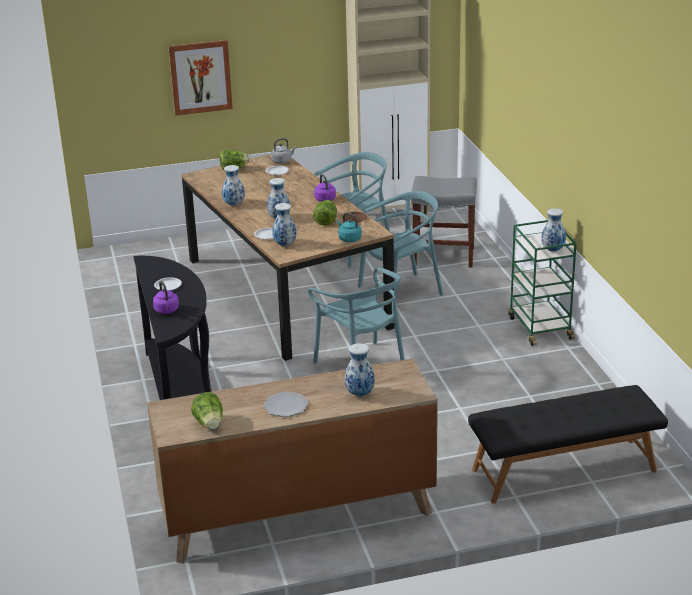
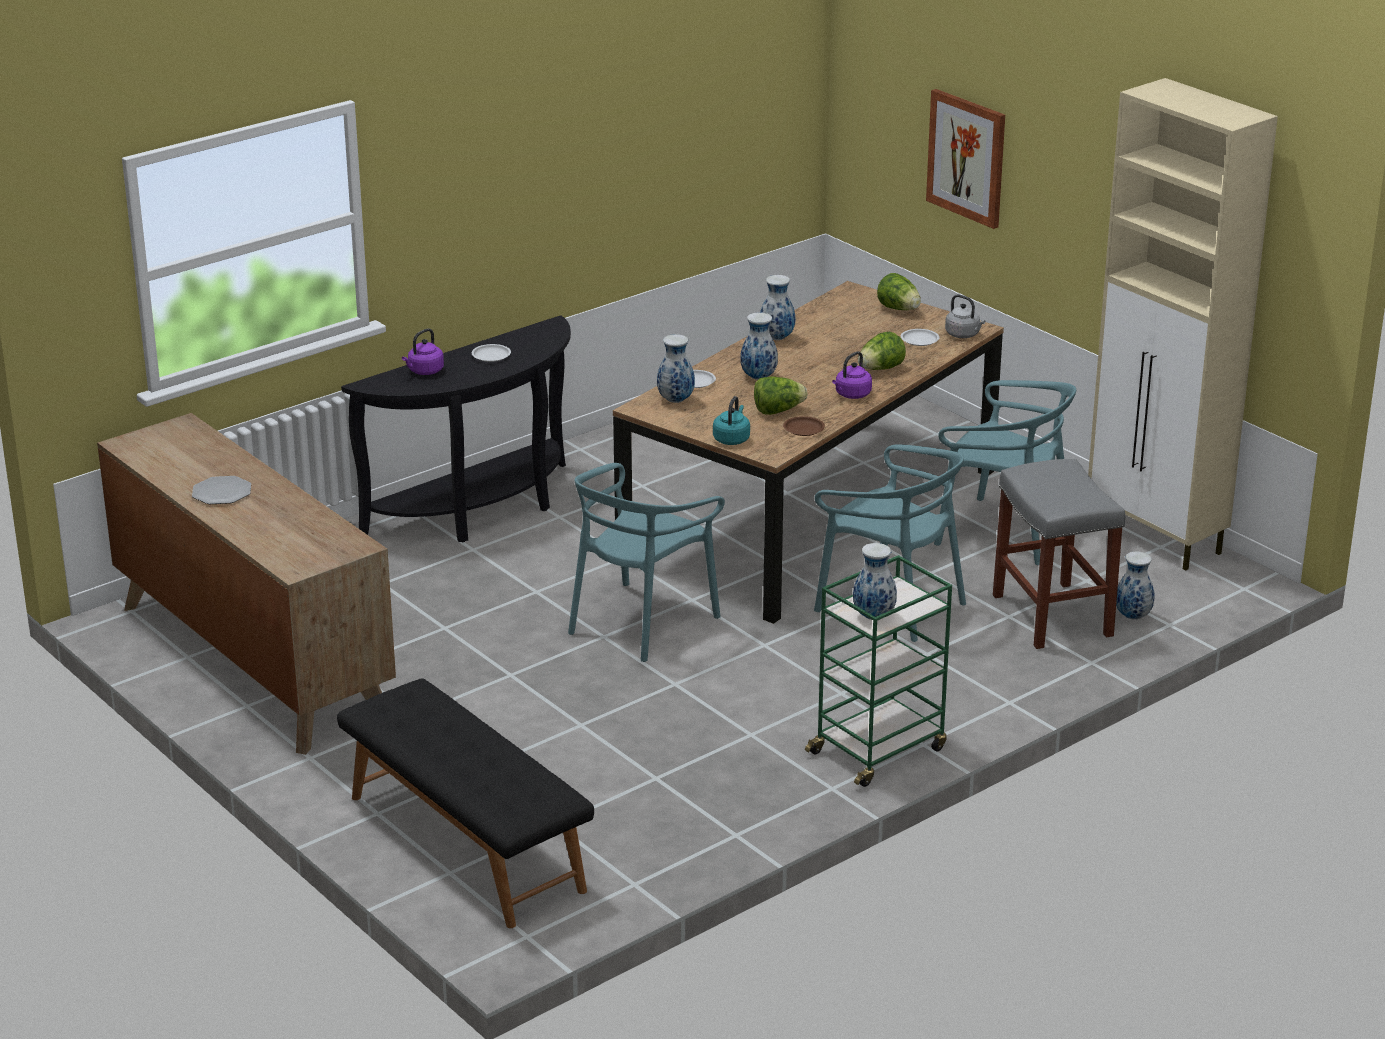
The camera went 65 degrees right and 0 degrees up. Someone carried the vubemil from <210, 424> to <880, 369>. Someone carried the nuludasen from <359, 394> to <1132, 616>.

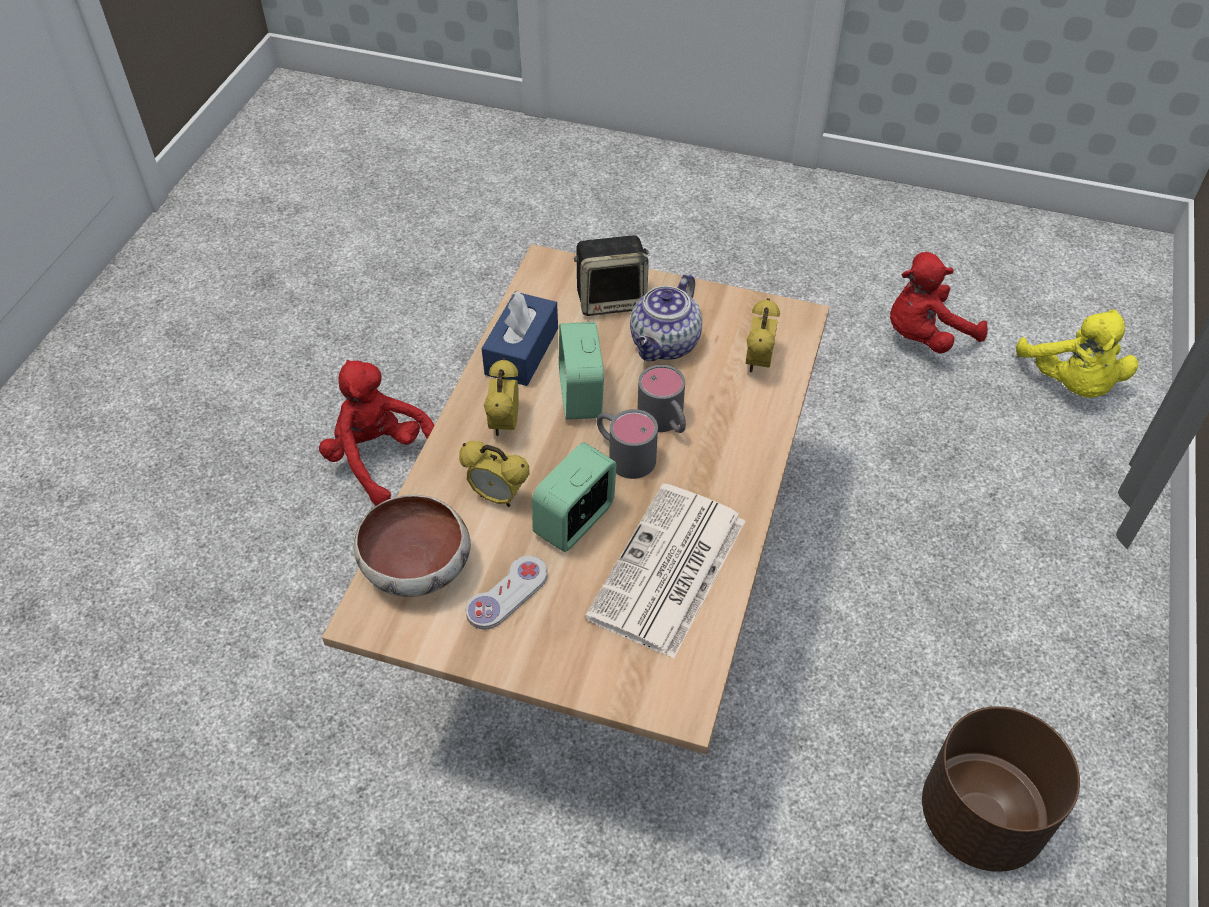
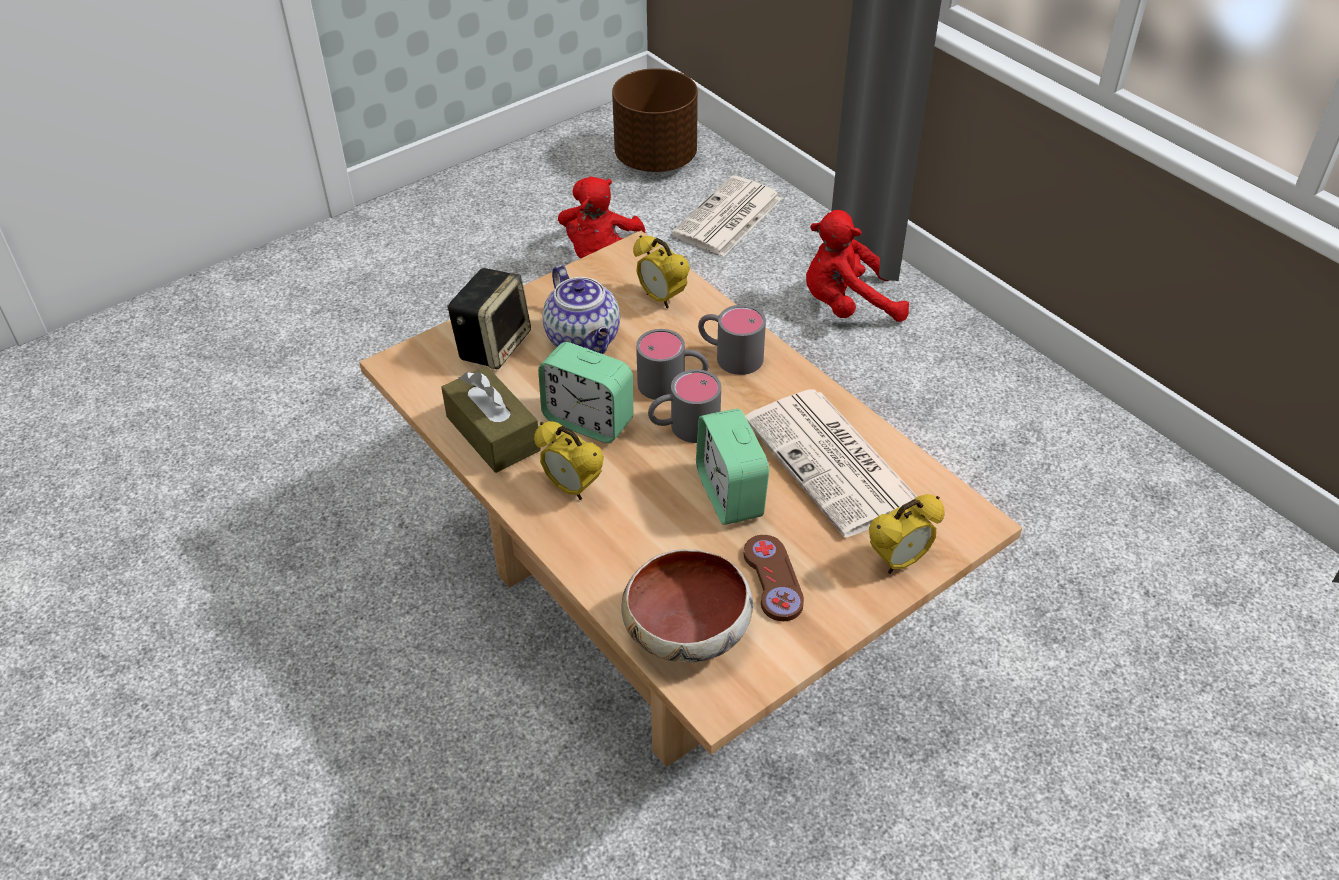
The camera went 55 degrees left and 5 degrees down. Someone carried the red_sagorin from <381, 459> to <847, 305>. Someone carried the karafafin from <498, 497> to <899, 561>. Someone repainted the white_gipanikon at <507, 594>, which became the brown_gipanikon at <773, 579>. Someone repainted the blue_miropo at <522, 351>, which became the brown_miropo at <493, 433>. Someone carried the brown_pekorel from <980, 816> to <655, 159>. Someone swapped the yellow_sagorin at <1070, 384> for the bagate at <727, 218>. Someone put down the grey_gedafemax at <729, 355>.

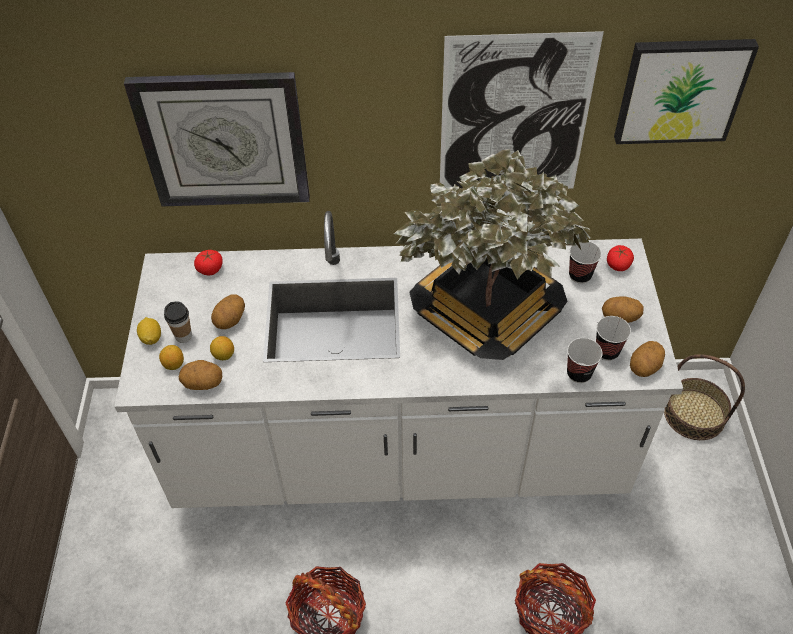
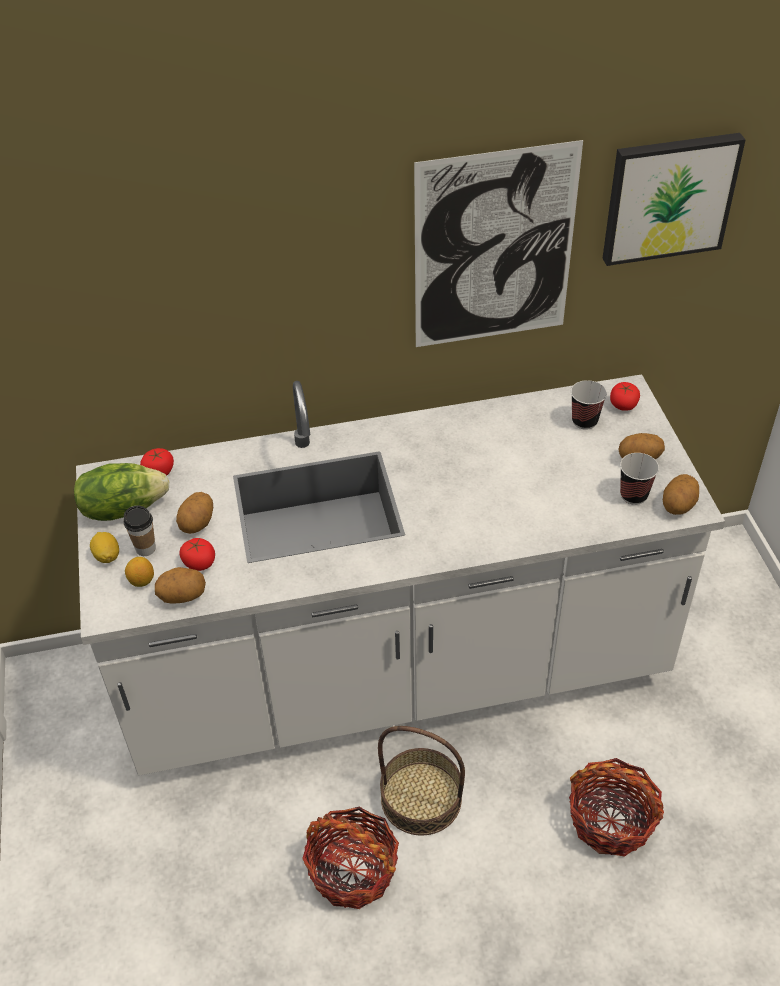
The camera went 10 degrees left and 5 degrees down. Someone took away the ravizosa at <224, 140>. Someone swapped the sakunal at <224, 355> for the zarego at <199, 562>. Someone took away the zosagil at <487, 312>. Someone took away the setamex at <579, 373>. Someone carried the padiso from <694, 414> to <421, 798>. Someone put down the vubemil at <123, 508>.

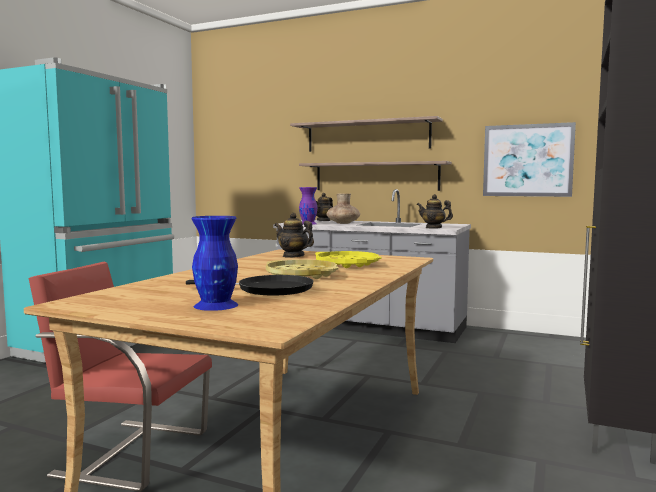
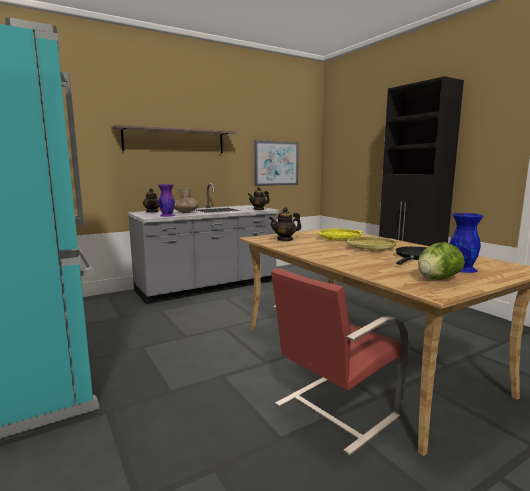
The camera went 55 degrees left and 5 degrees up. Someone took away the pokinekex at <376, 176>. Someone put down the vubemil at <437, 279>.

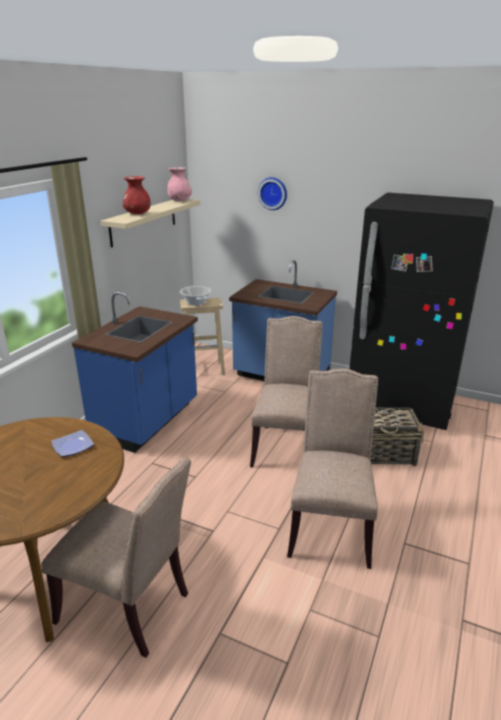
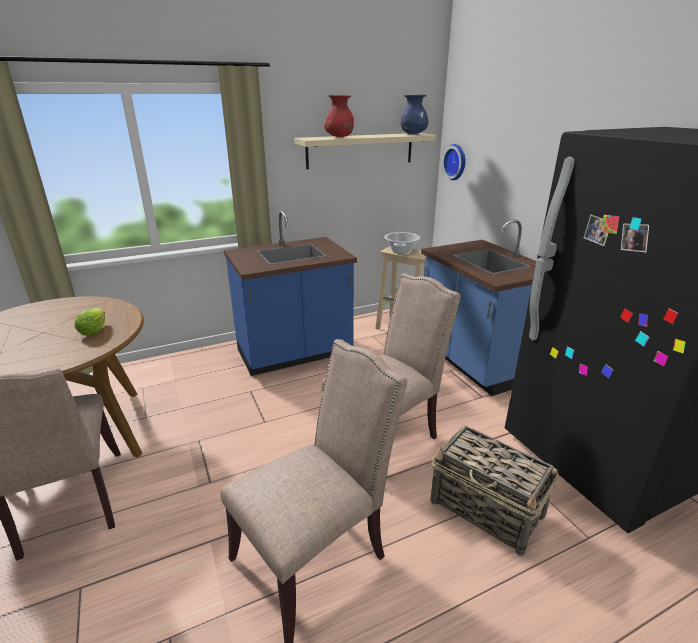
The camera went 40 degrees right and 0 degrees up. Someone swapped the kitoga at <72, 446> for the vubemil at <95, 330>. Someone repainted the pink_nuludasen at <179, 200>, which became the blue_nuludasen at <413, 134>. Someone carried the ravizosa from <273, 193> to <456, 162>.

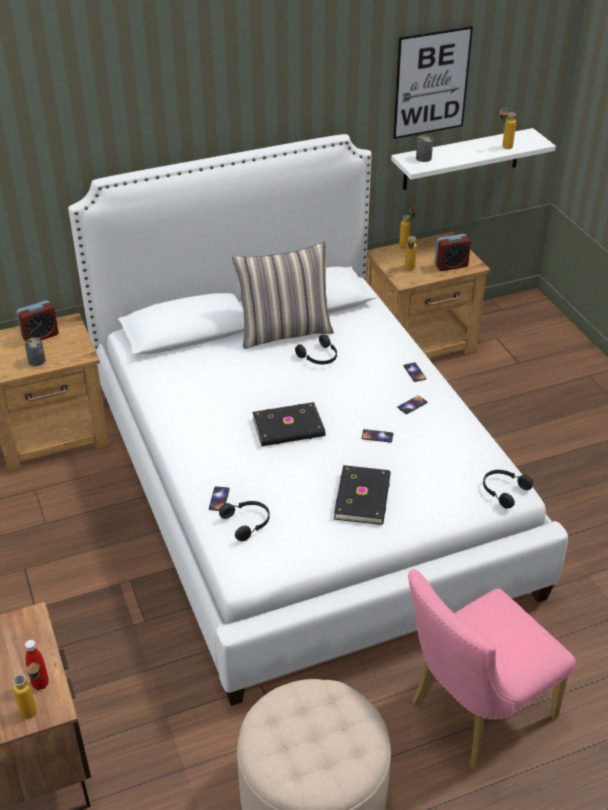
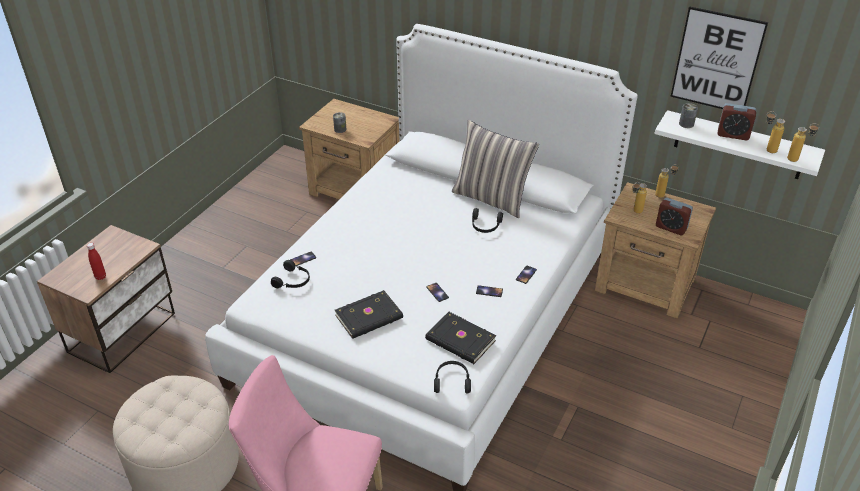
The camera went 50 degrees right and 0 degrees up. Someone carried the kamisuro from <35, 708> to <797, 159>. Someone carried the karafafin from <40, 336> to <733, 135>. Someone carried the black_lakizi from <289, 428> to <460, 341>.

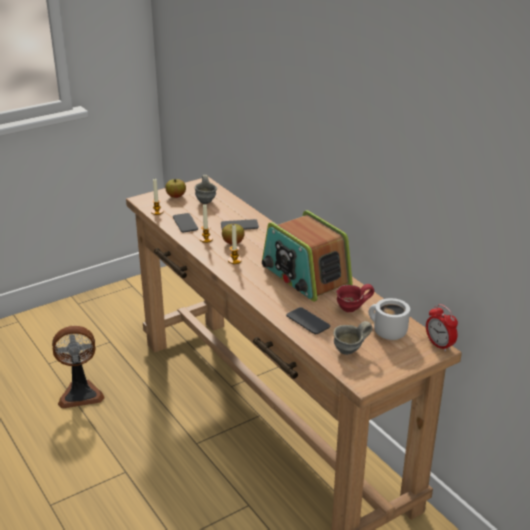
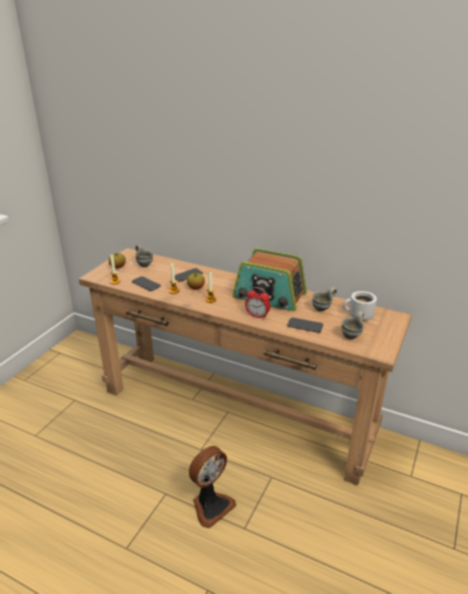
The camera went 30 degrees left and 0 degrees up. Someone carried the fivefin from <81, 393> to <211, 505>. Someone repainted the red_gedafemax at <352, 310>, which became the grey_gedafemax at <323, 309>. Someone carried the karafafin from <439, 345> to <257, 316>.

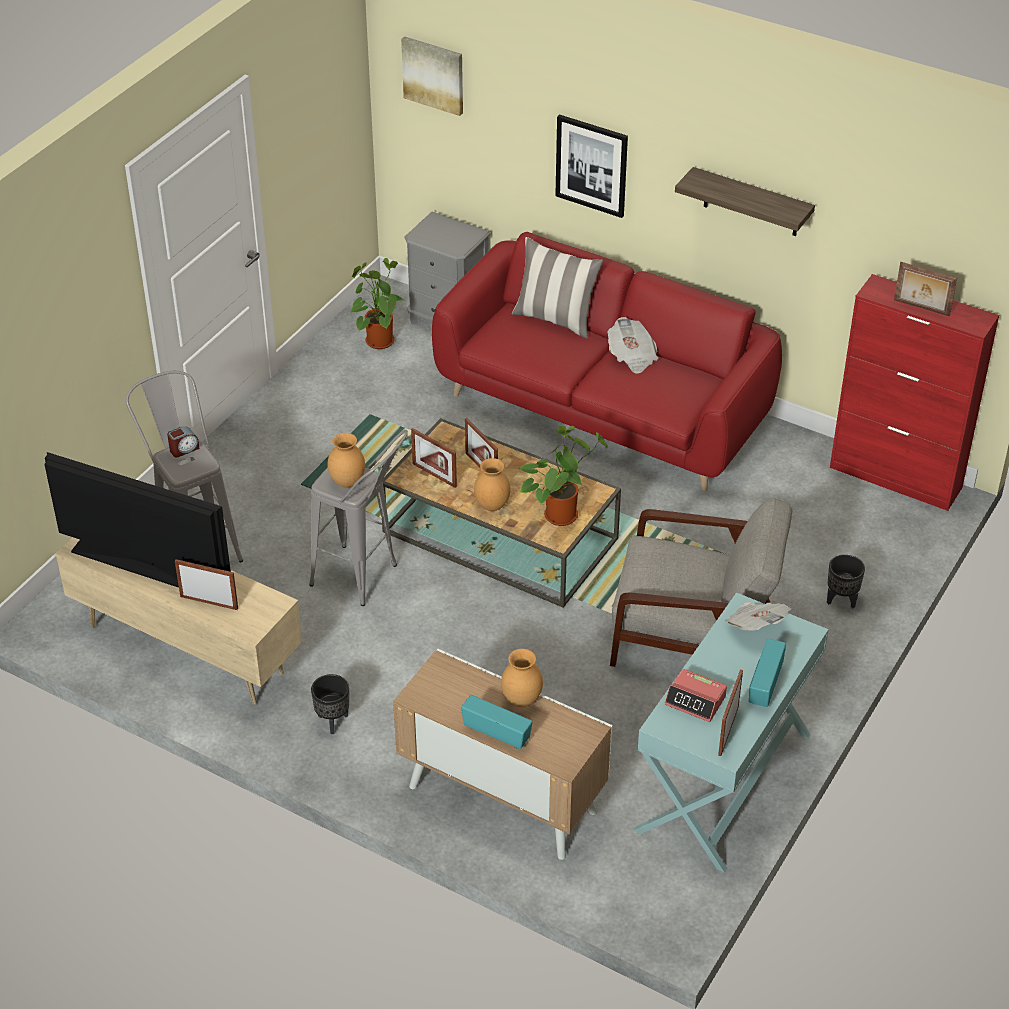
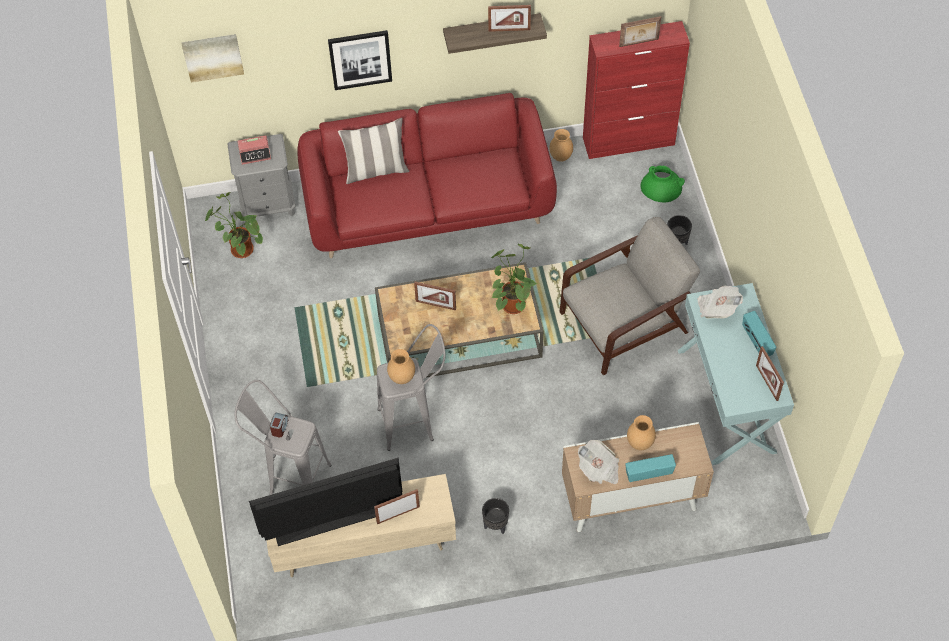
The camera went 40 degrees left and 15 degrees up. Someone carried the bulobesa from <434, 475> to <509, 30>. Someone carried the brown_nuludasen from <491, 505> to <560, 157>. Someone carried the bagate from <632, 357> to <599, 469>. Someone carried the karafafin from <695, 700> to <255, 153>. Someone put down the green_nuludasen at <661, 187>.

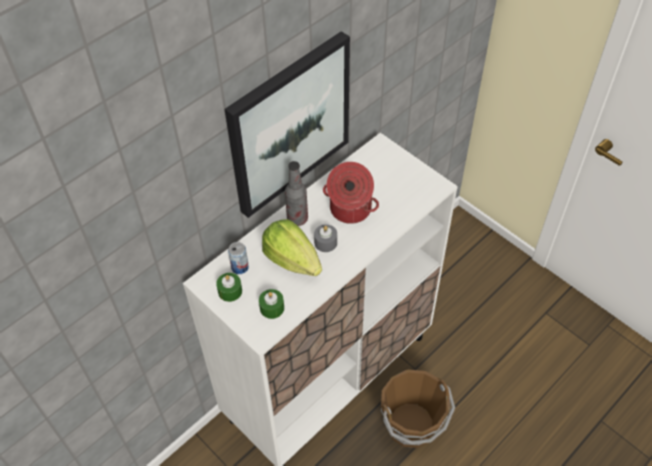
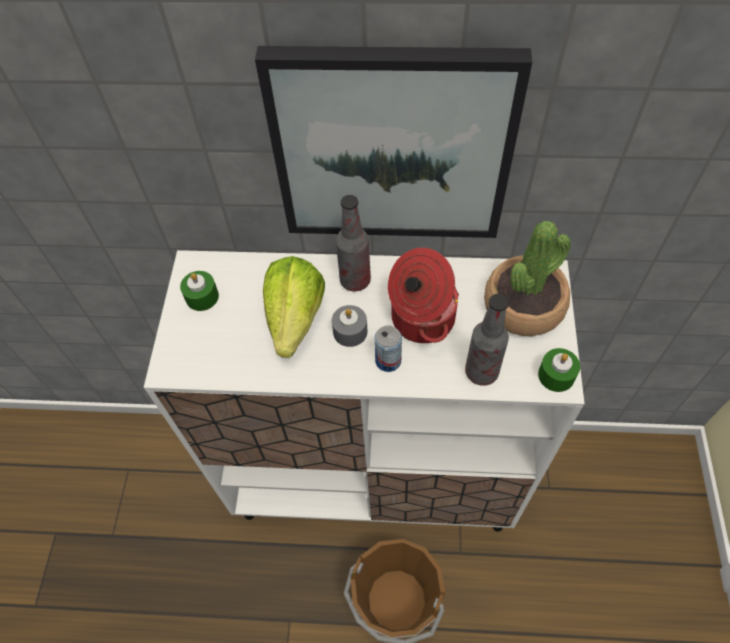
The camera went 50 degrees right and 5 degrees up. Someone carried the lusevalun from <240, 267> to <388, 360>. Someone carried the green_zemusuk from <272, 308> to <556, 375>. Someone put down the kamisuro at <481, 372>. Someone put down the zosagil at <524, 306>.

